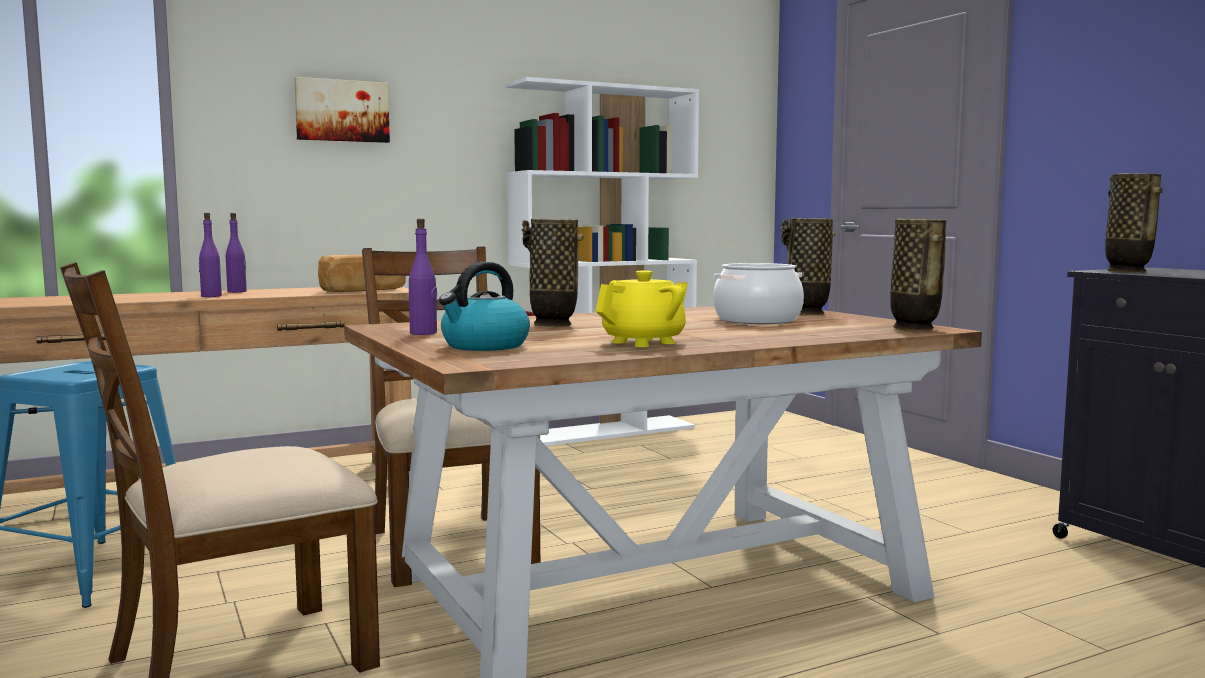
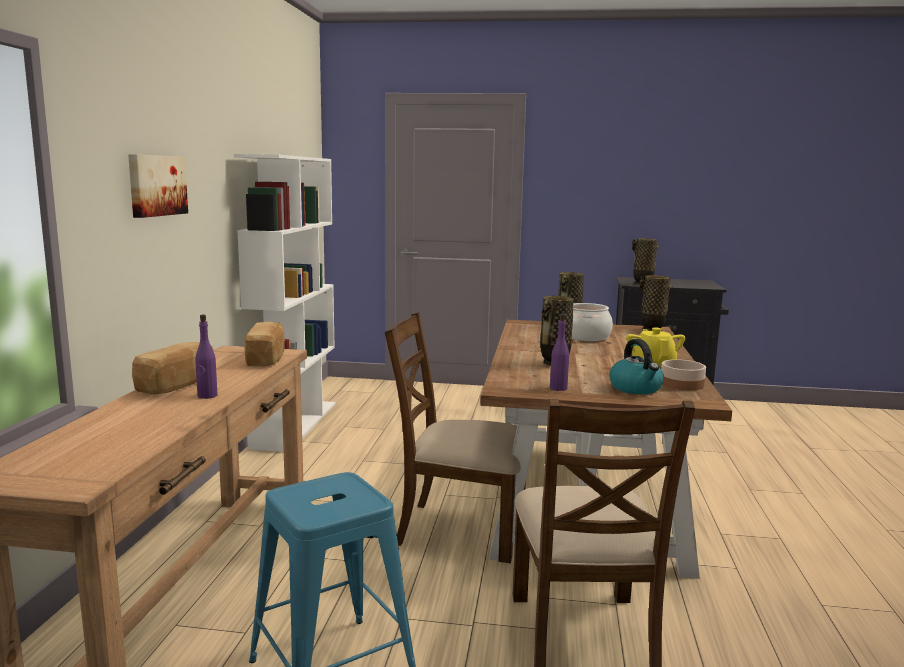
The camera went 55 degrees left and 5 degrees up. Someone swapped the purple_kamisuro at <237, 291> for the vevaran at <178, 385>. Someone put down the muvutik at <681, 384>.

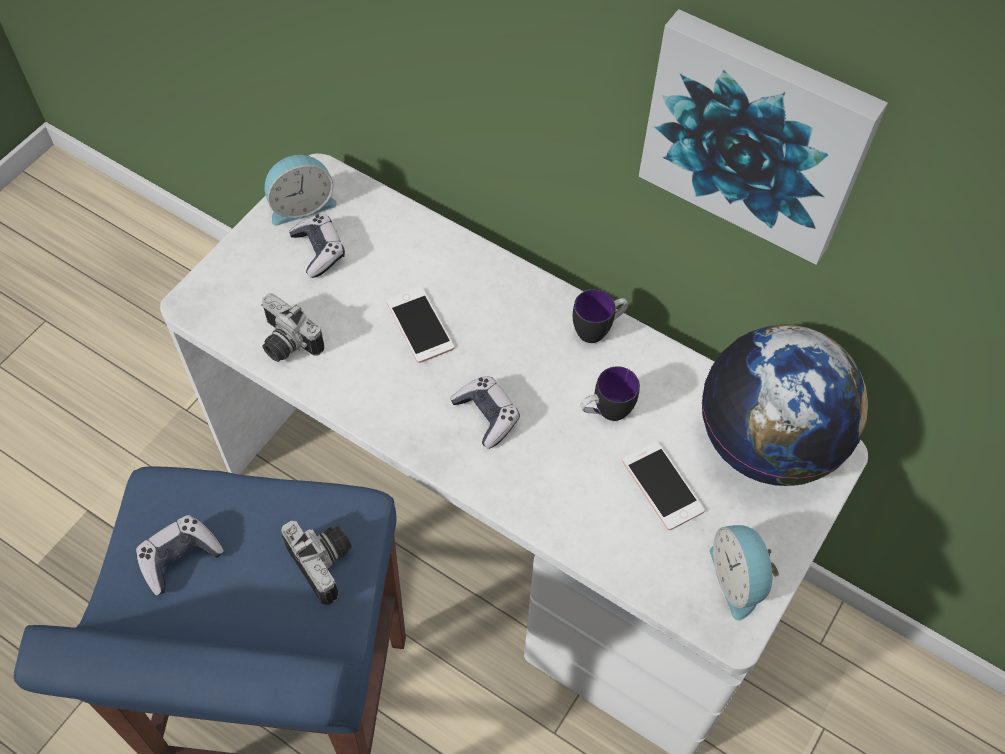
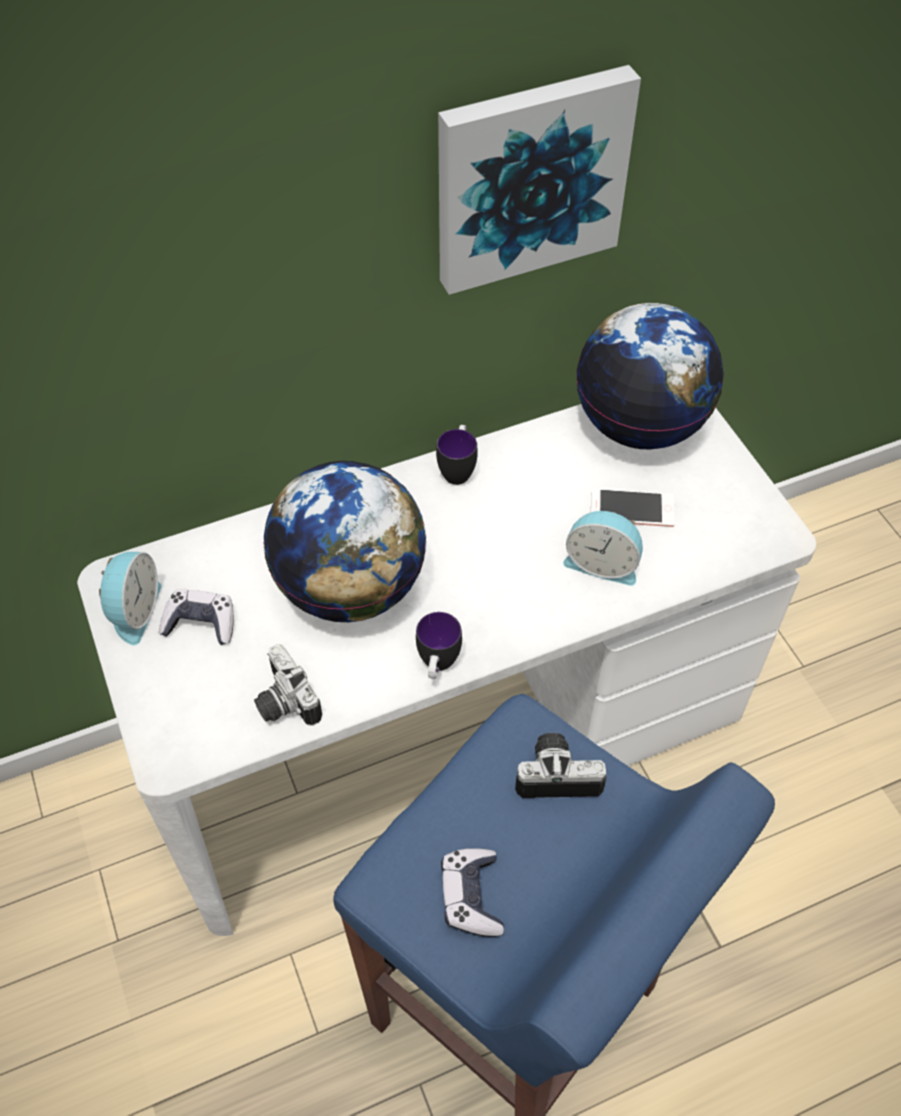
The camera went 55 degrees left and 5 degrees down. Someone rotated the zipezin at <286, 344> by 75 degrees clockwise. Someone swapped the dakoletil at <420, 325> for the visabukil at <350, 588>. Someone took away the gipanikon at <486, 415>. Someone carried the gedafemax from <605, 412> to <437, 666>. Someone carried the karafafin from <738, 579> to <602, 563>.

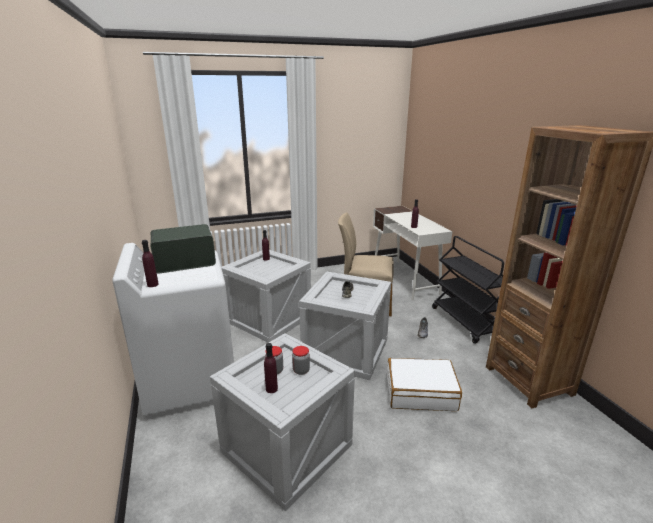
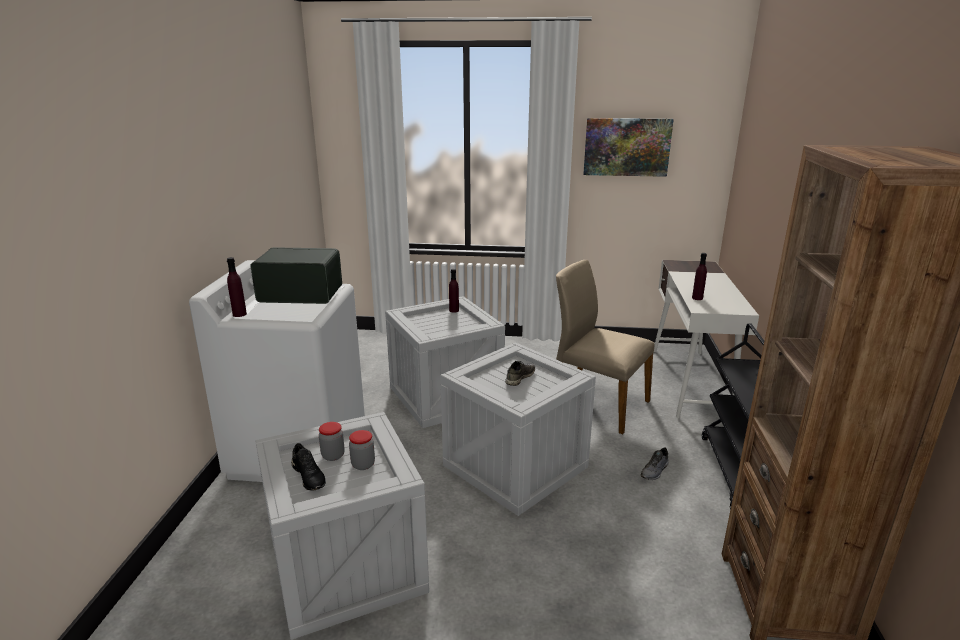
The camera went 25 degrees right and 0 degrees up. Someone swapped the purple_kamisuro at <271, 389> for the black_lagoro at <309, 476>. Someone took away the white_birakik at <420, 392>. Someone put up the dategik at <626, 147>.

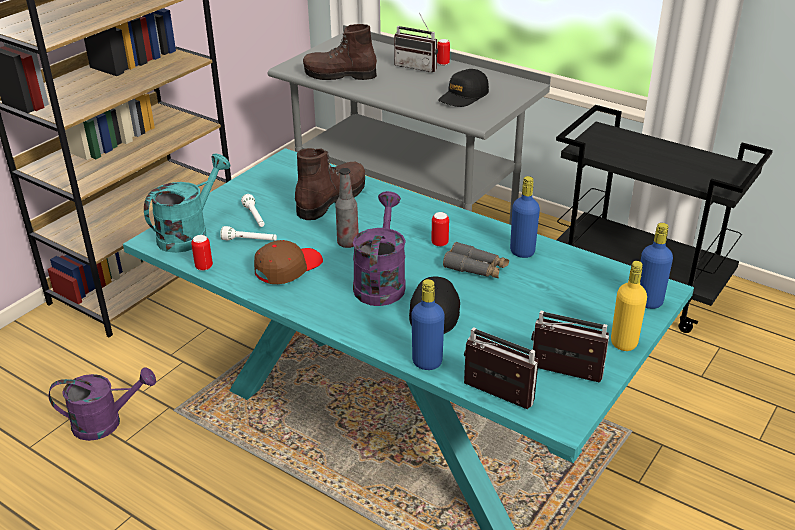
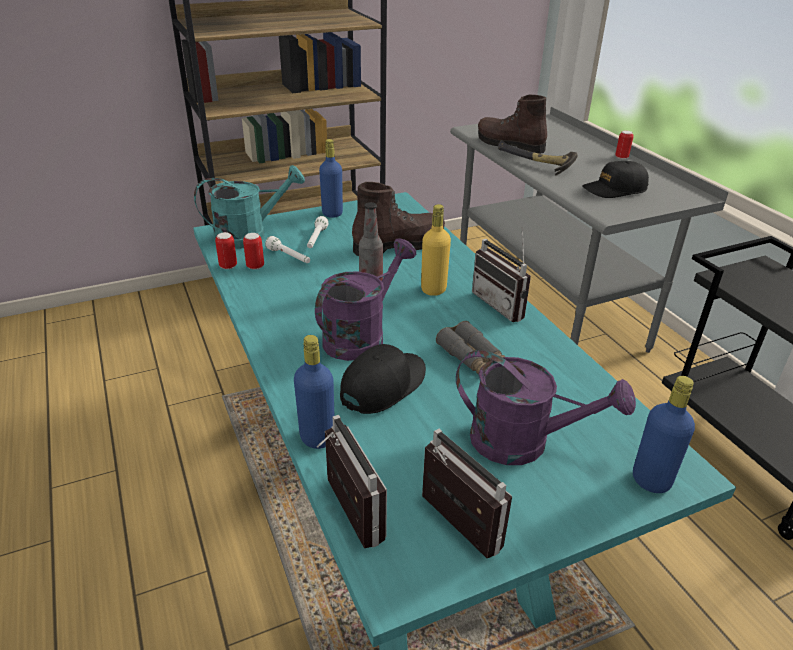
The camera went 30 degrees right and 0 degrees up. Someone carried the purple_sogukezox from <106, 423> to <523, 443>. Someone took away the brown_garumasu at <288, 268>. Someone carried the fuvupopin from <418, 66> to <504, 304>. Someone carried the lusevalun from <439, 243> to <255, 266>. Someone carried the blue_kamisuro from <522, 252> to <332, 213>. Someone carried the yellow_kamisuro from <623, 343> to <433, 289>. Someone put down the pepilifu at <534, 164>.

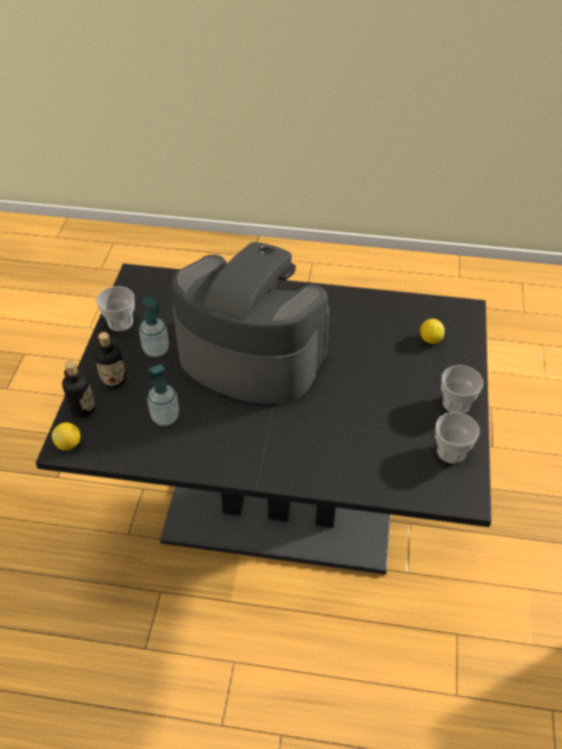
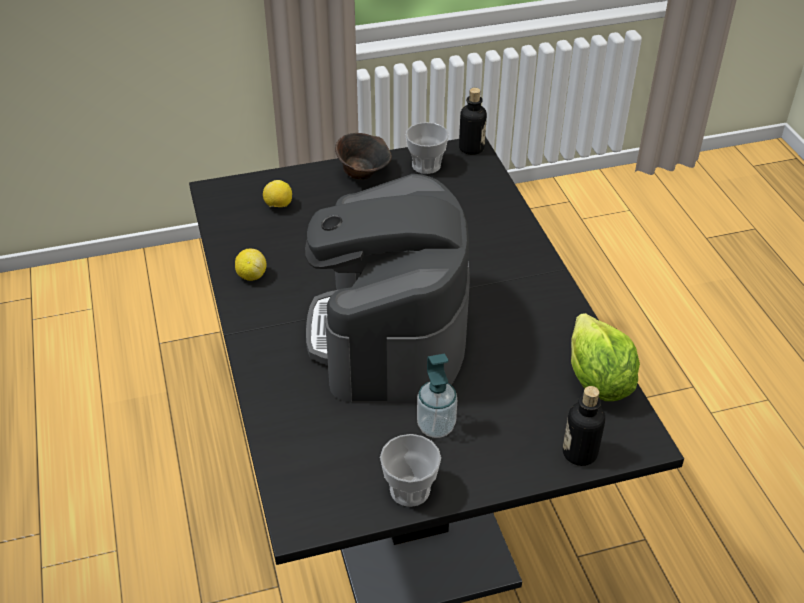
The camera went 115 degrees left and 5 degrees down. Someone carried the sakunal from <69, 444> to <251, 276>. Someone carried the kamisuro from <113, 380> to <471, 148>. Someone took away the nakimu at <165, 417>. Someone swapped the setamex at <456, 403> for the brown_muvutik at <363, 173>. Someone put down the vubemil at <597, 381>.

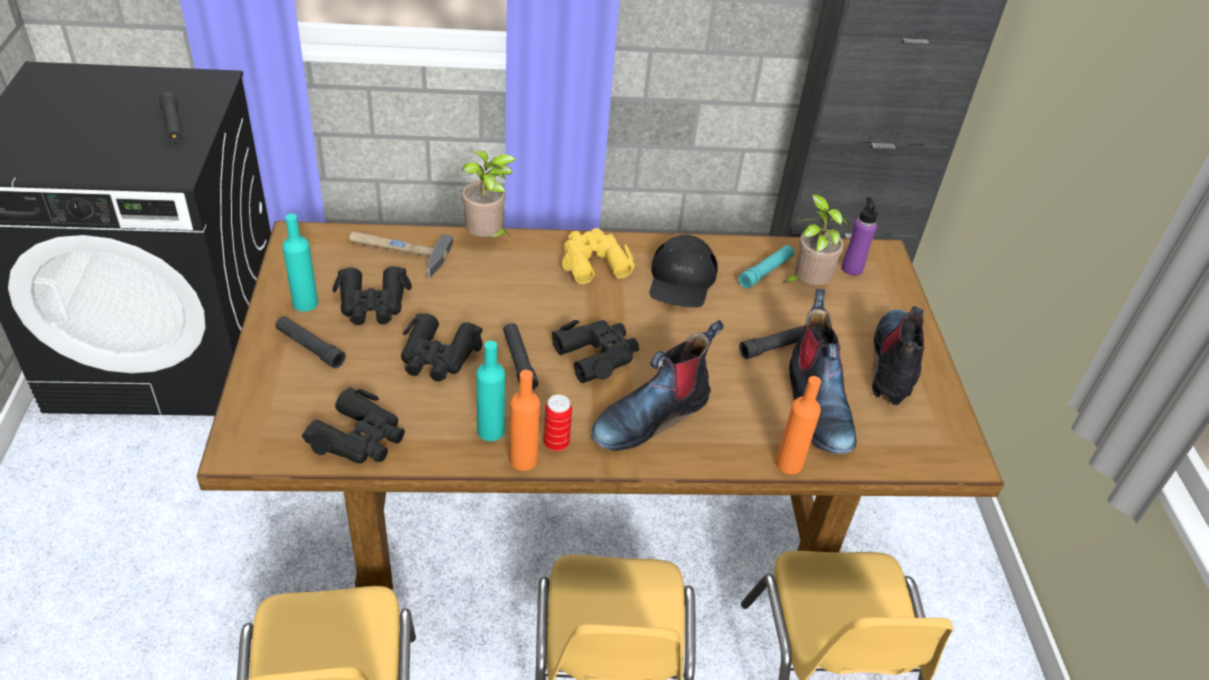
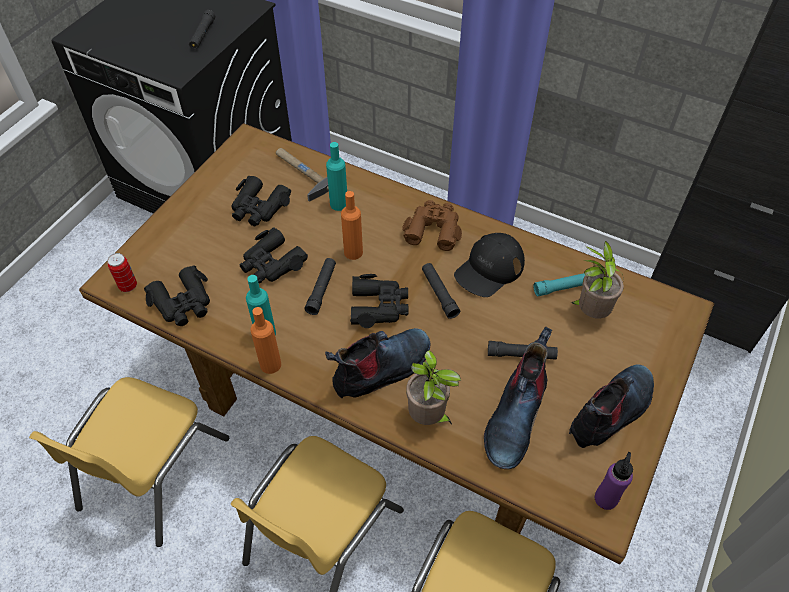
The camera went 35 degrees right and 10 degrees up. Someone carried the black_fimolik from <310, 347> to <439, 294>. Someone carried the turquoise_kamisuro from <305, 303> to <339, 204>. Someone carried the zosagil from <487, 238> to <428, 417>. Someone carried the lusevalun from <556, 443> to <128, 286>. Someone repainted the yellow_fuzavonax at <593, 261>, which became the brown_fuzavonax at <433, 229>. Someone rotated the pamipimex at <651, 415> by 150 degrees clockwise. Someone carried the orange_kamisuro from <789, 463> to <353, 252>. Someone carried the purple_kamisuro from <852, 268> to <606, 498>.

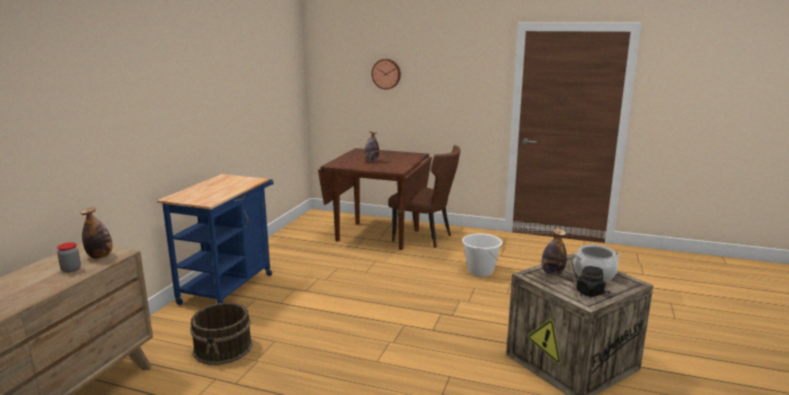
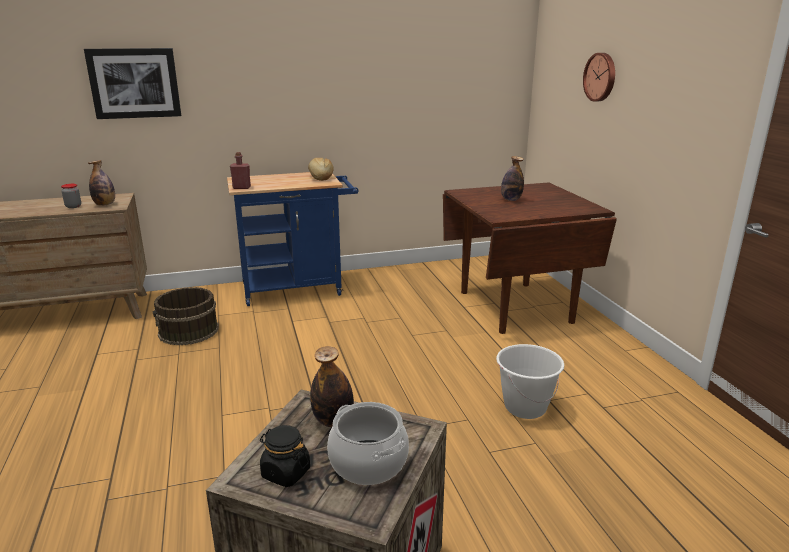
The camera went 55 degrees right and 5 degrees up. Someone took away the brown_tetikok at <425, 237>. Someone put up the dategik at <134, 83>. Someone put down the red_kamisuro at <241, 188>. Someone put down the vevaran at <320, 177>.

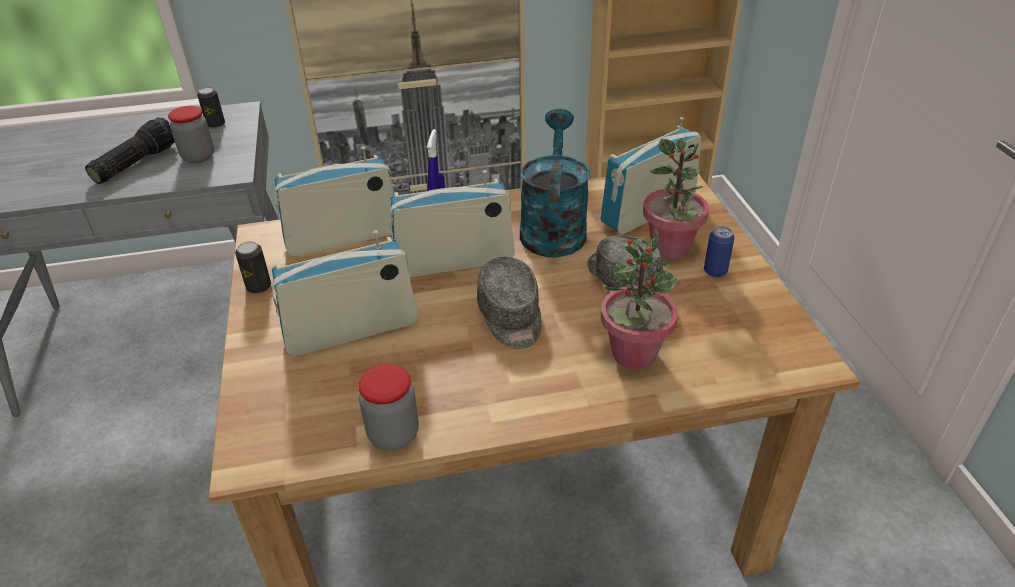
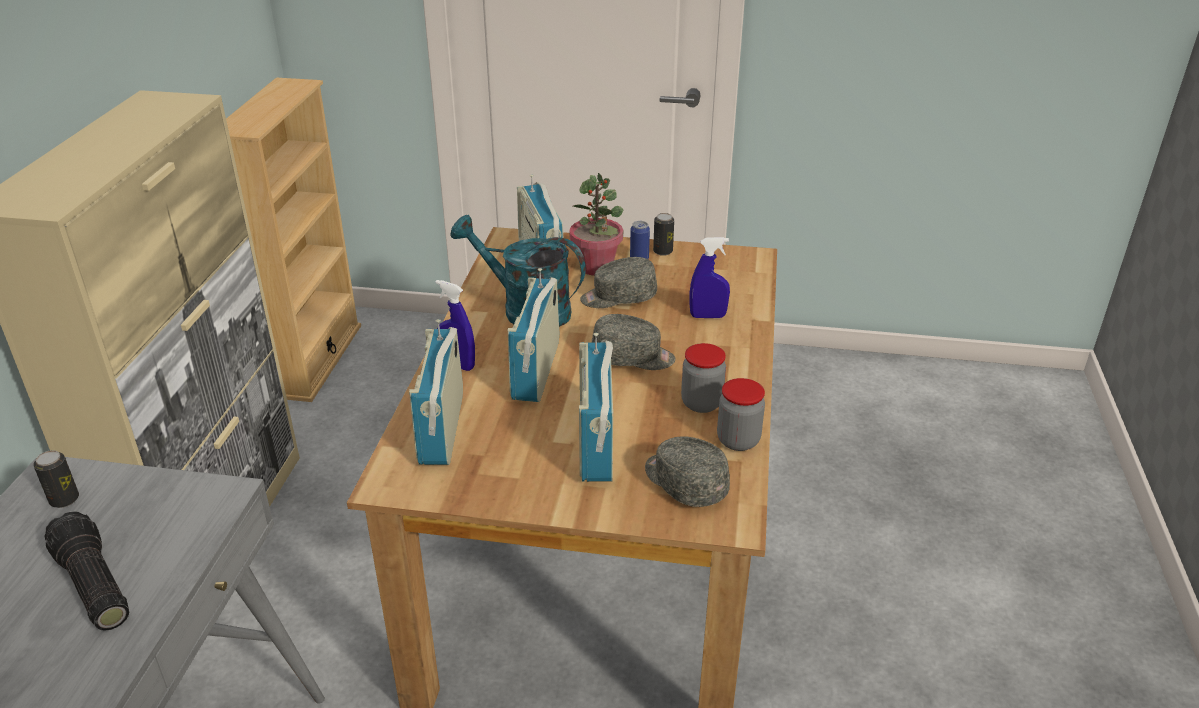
The camera went 70 degrees left and 5 degrees down. Someone carried the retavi from <198, 157> to <701, 403>. Someone carried the lusevalun from <259, 287> to <663, 251>. Someone swapped the zosagil at <633, 353> for the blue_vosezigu at <708, 316>. Someone put down the grey_garumasu at <684, 483>.

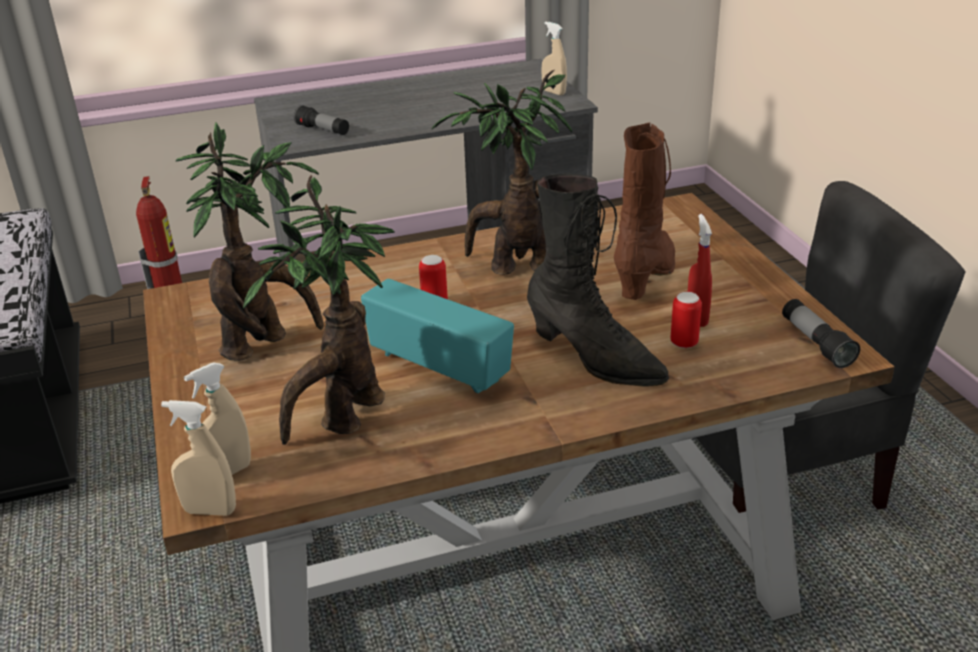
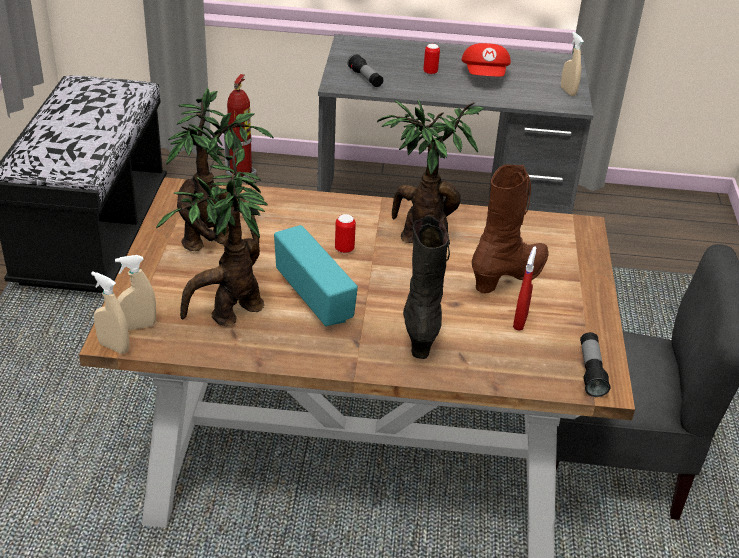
The camera went 20 degrees right and 5 degrees up. Someone rotated the black_pamipimex at <594, 359> by 150 degrees counterclockwise. Someone carried the lusevalun from <684, 343> to <430, 72>. Someone put down the red_garumasu at <485, 76>.

